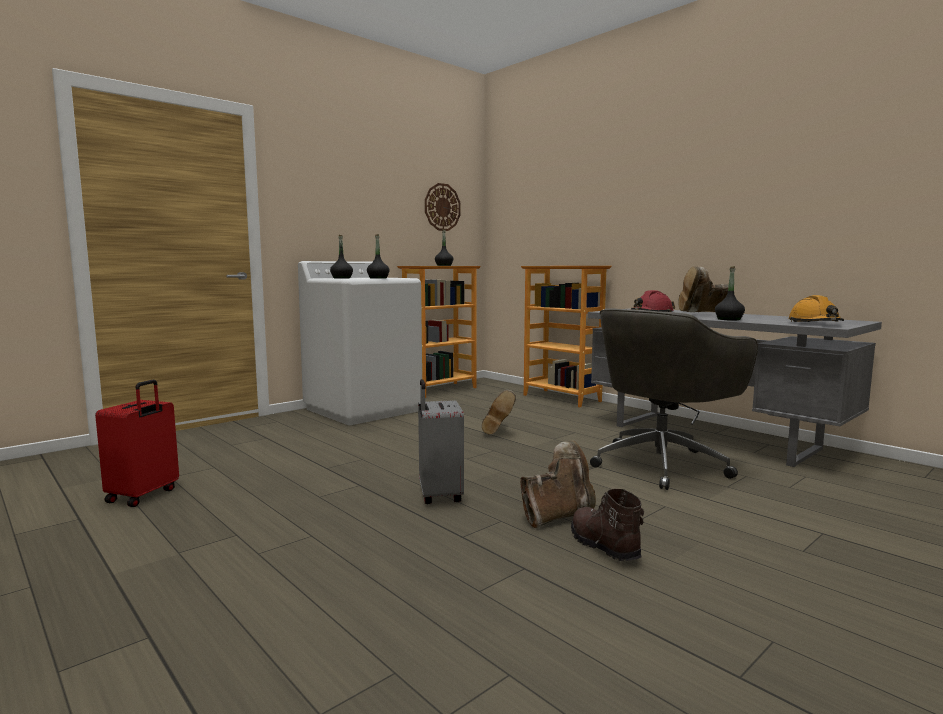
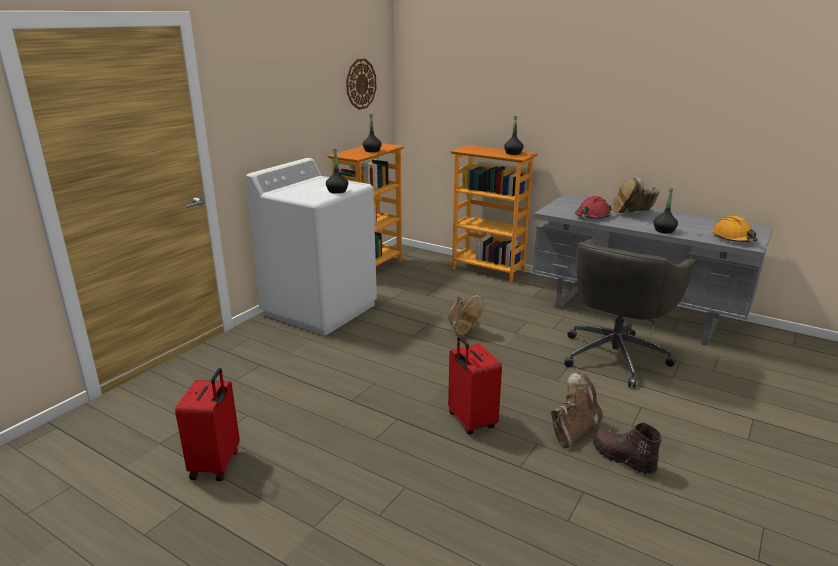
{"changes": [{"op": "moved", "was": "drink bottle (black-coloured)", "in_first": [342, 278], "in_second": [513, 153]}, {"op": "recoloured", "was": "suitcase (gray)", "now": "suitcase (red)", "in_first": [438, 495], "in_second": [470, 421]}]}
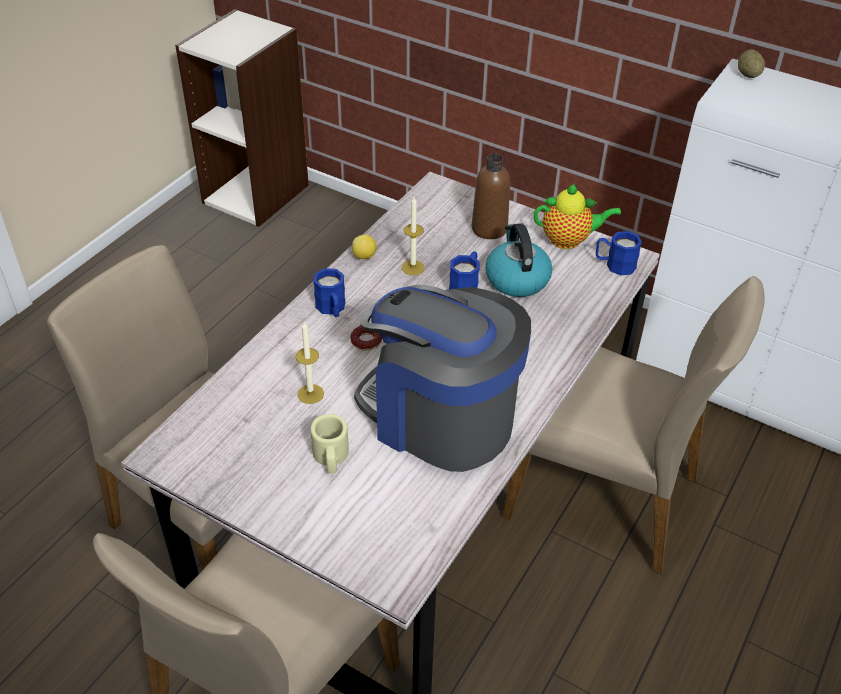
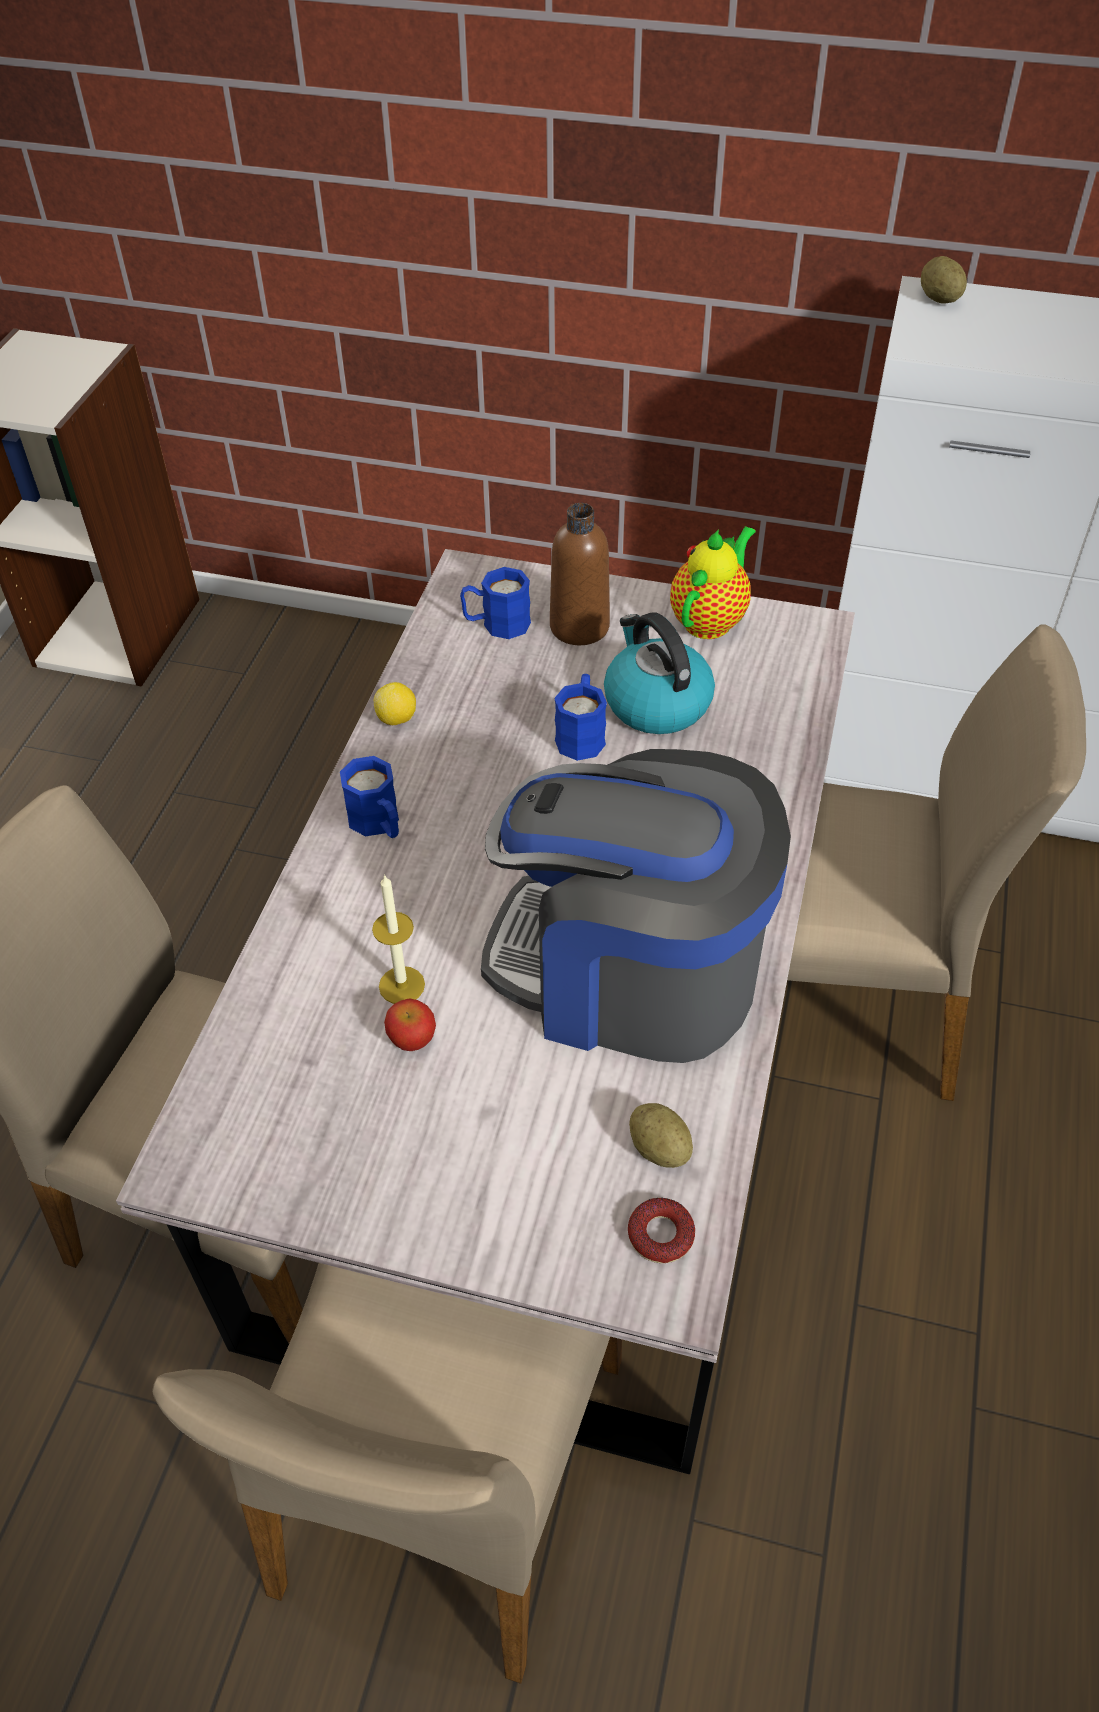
{"changes": [{"op": "turned", "was": "teapot", "in_first": [569, 240], "in_second": [710, 620], "clockwise": -45}, {"op": "removed", "was": "wax light", "in_first": [413, 267]}, {"op": "moved", "was": "mug (blue)", "in_first": [614, 265], "in_second": [496, 624]}, {"op": "moved", "was": "donut", "in_first": [366, 341], "in_second": [660, 1235]}, {"op": "removed", "was": "mug (sand-coloured)", "in_first": [331, 457]}, {"op": "added", "now": "whole apple", "in_second": [412, 1039]}, {"op": "added", "now": "spud", "in_second": [659, 1148]}]}
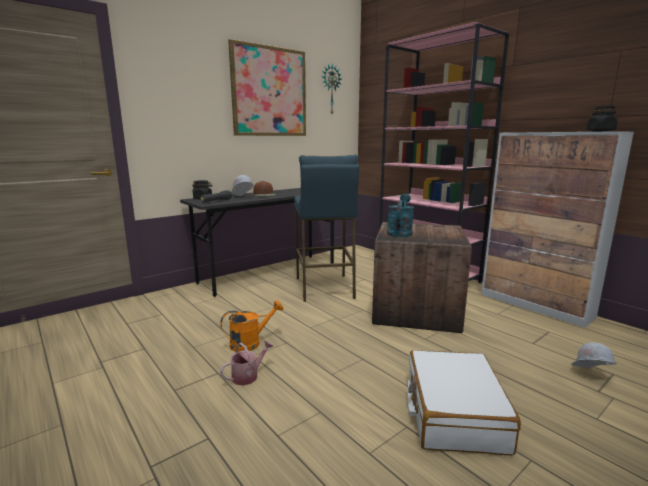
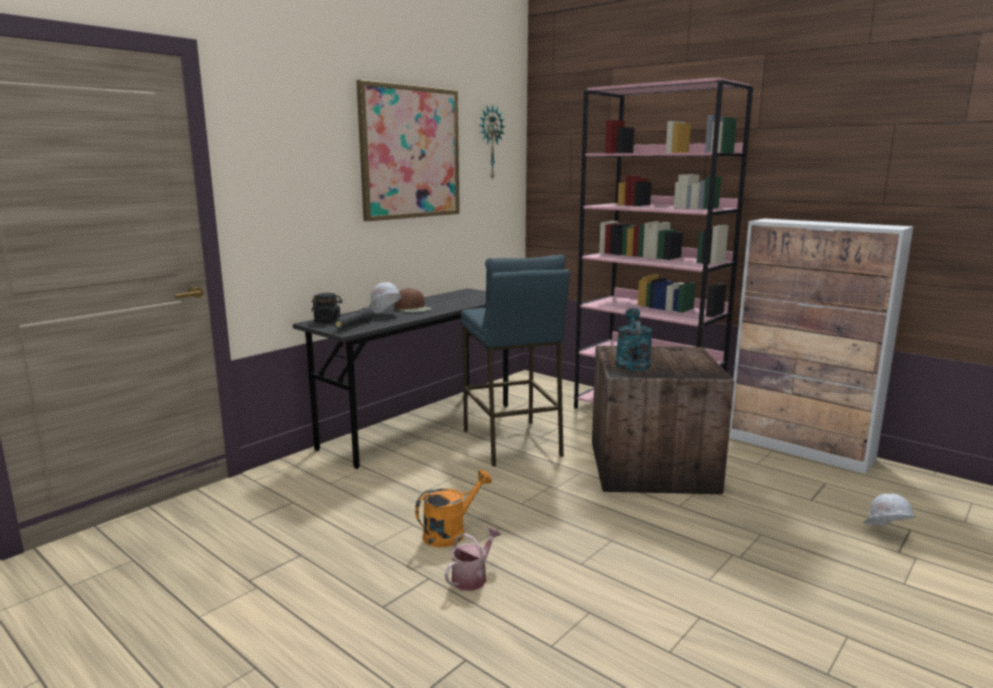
{"changes": [{"op": "removed", "was": "storage jar (black-coloured)", "in_first": [600, 131]}, {"op": "removed", "was": "suitcase (whitish)", "in_first": [453, 413]}]}
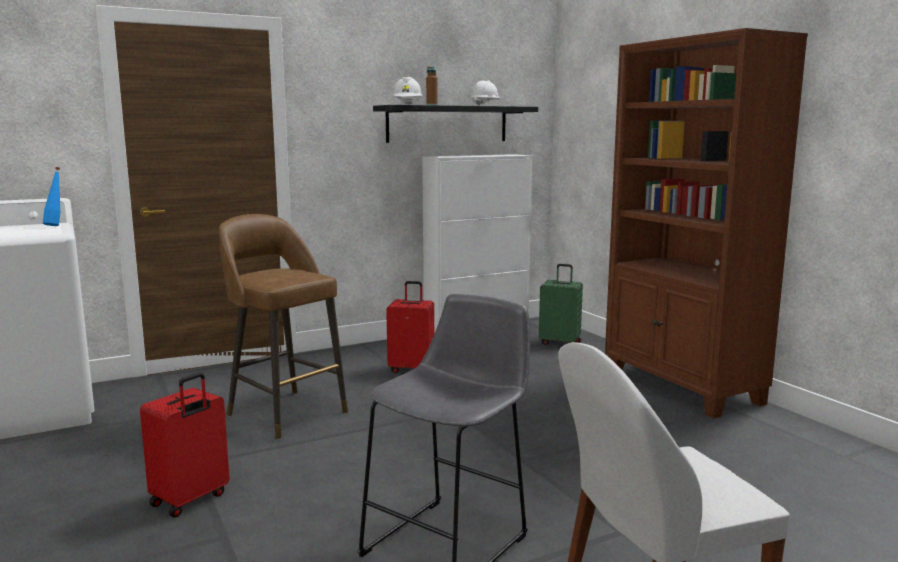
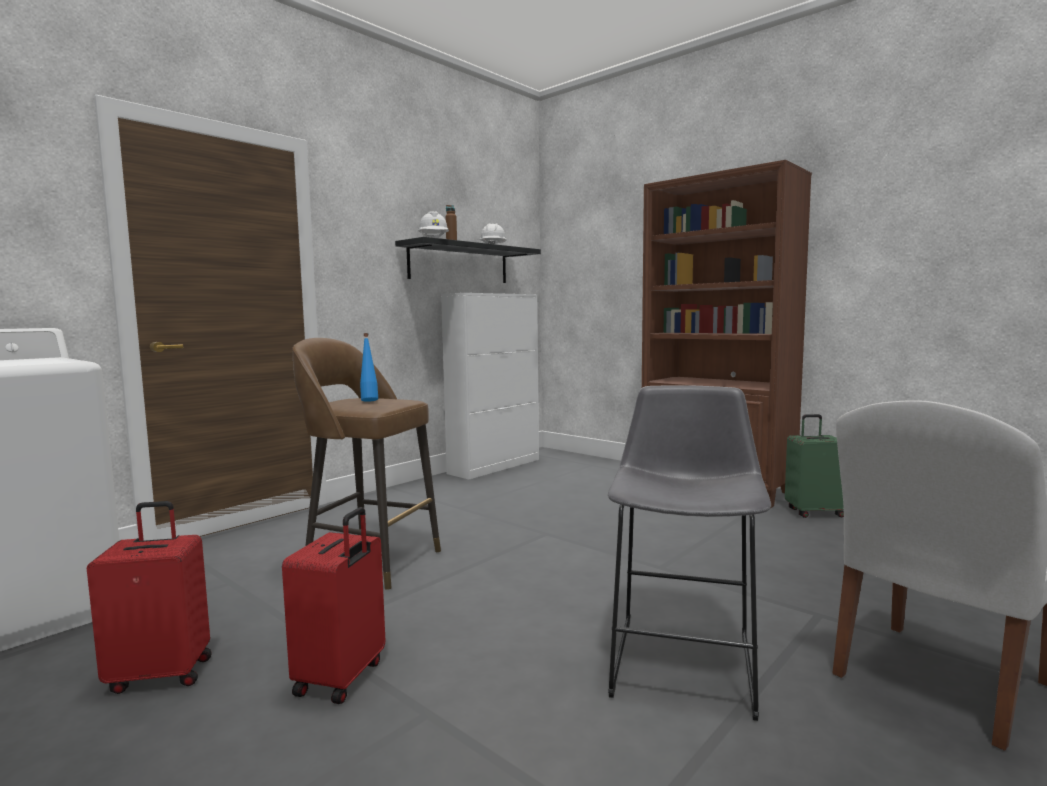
{"changes": [{"op": "moved", "was": "drink bottle (blue)", "in_first": [56, 225], "in_second": [369, 401]}, {"op": "moved", "was": "suitcase (green-coloured)", "in_first": [560, 342], "in_second": [813, 512]}, {"op": "moved", "was": "suitcase (red)", "in_first": [412, 369], "in_second": [162, 674]}]}
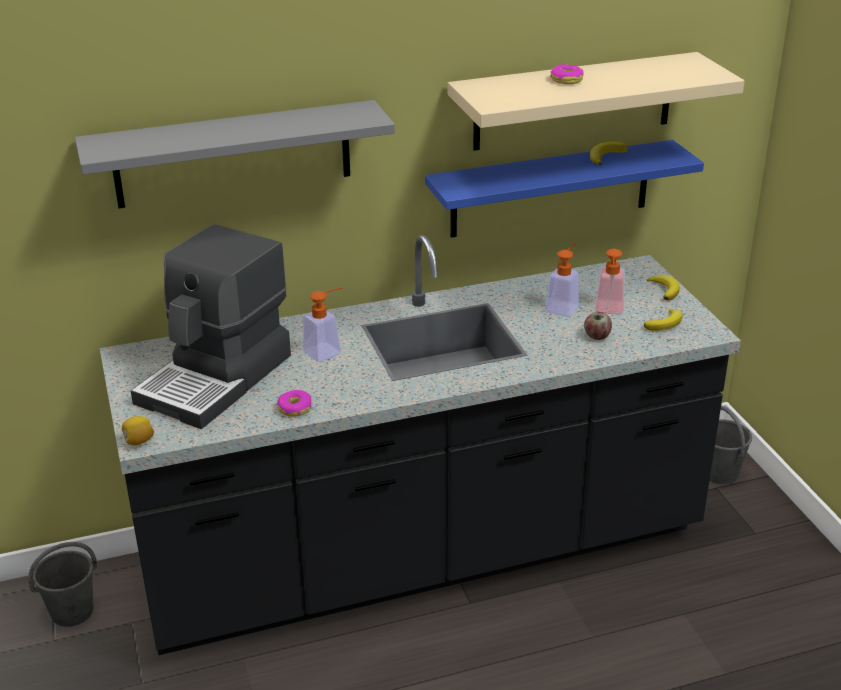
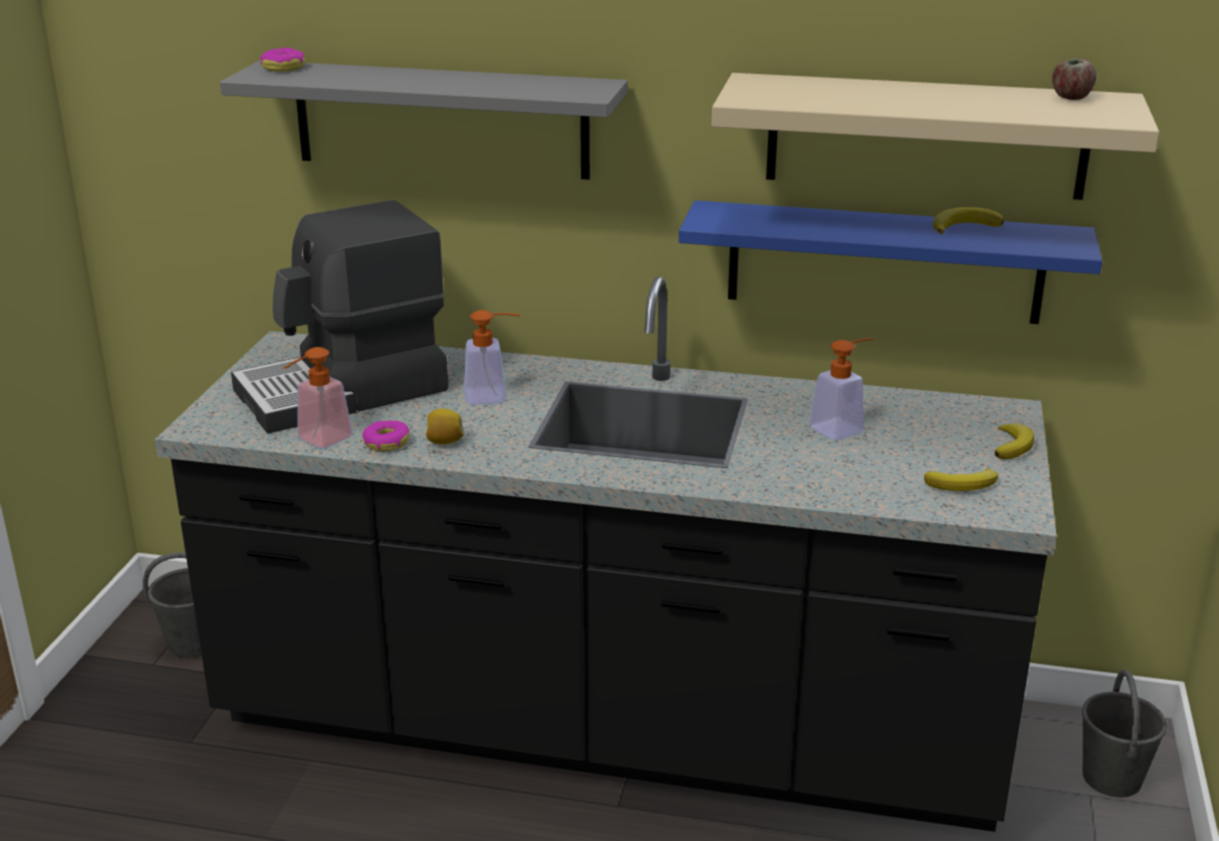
{"changes": [{"op": "moved", "was": "donut", "in_first": [566, 80], "in_second": [283, 67]}, {"op": "moved", "was": "soap dispenser", "in_first": [609, 311], "in_second": [318, 441]}, {"op": "moved", "was": "whole apple", "in_first": [597, 336], "in_second": [1070, 98]}, {"op": "moved", "was": "citrus fruit", "in_first": [139, 441], "in_second": [444, 442]}]}
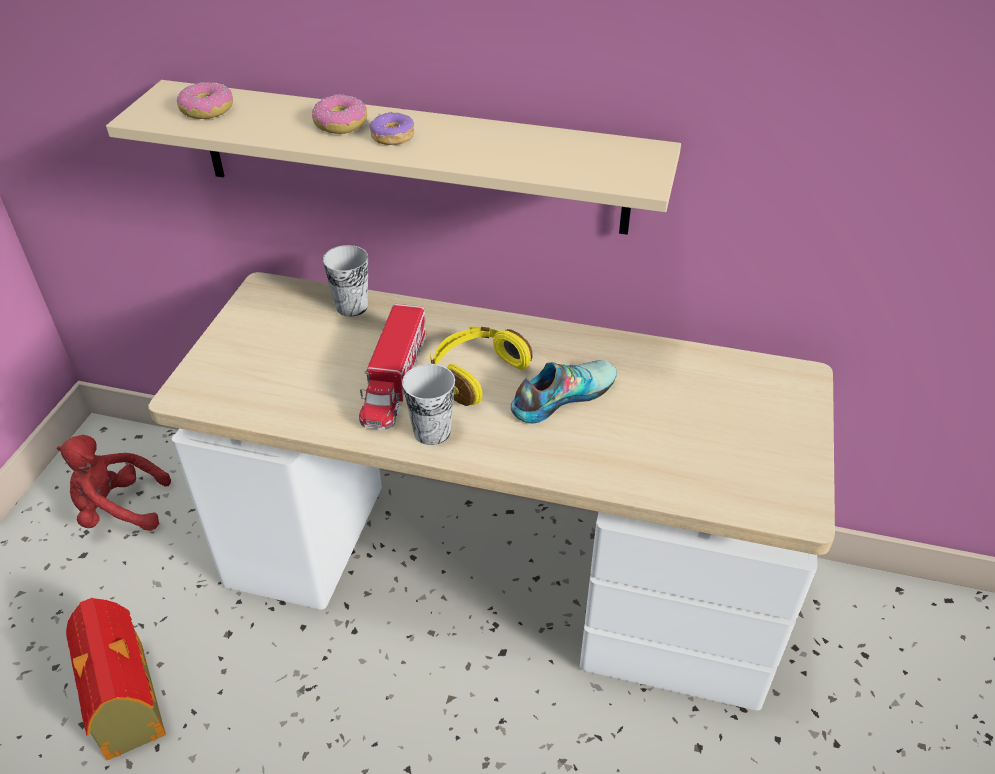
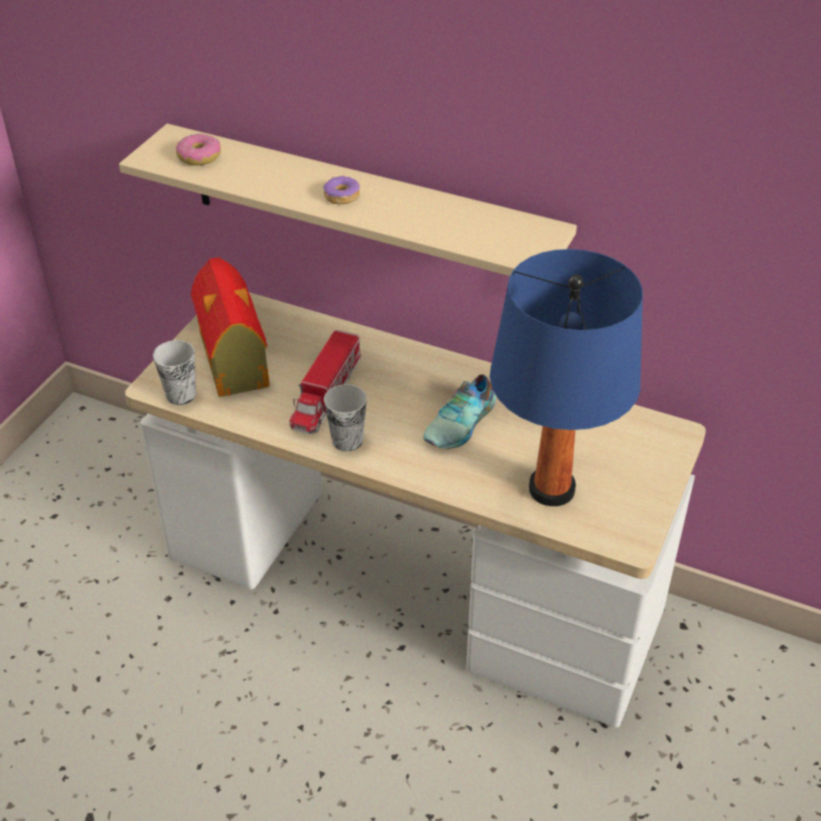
{"changes": [{"op": "removed", "was": "donut", "in_first": [340, 124]}, {"op": "moved", "was": "small cup", "in_first": [352, 306], "in_second": [181, 395]}, {"op": "removed", "was": "pair of headphones (yellowish)", "in_first": [476, 373]}, {"op": "turned", "was": "low shoe", "in_first": [561, 395], "in_second": [462, 424], "clockwise": 150}, {"op": "removed", "was": "cuddly toy (red)", "in_first": [119, 509]}, {"op": "moved", "was": "toy house", "in_first": [125, 702], "in_second": [234, 361]}, {"op": "added", "now": "lamp for a table (blue)", "in_second": [552, 489]}]}
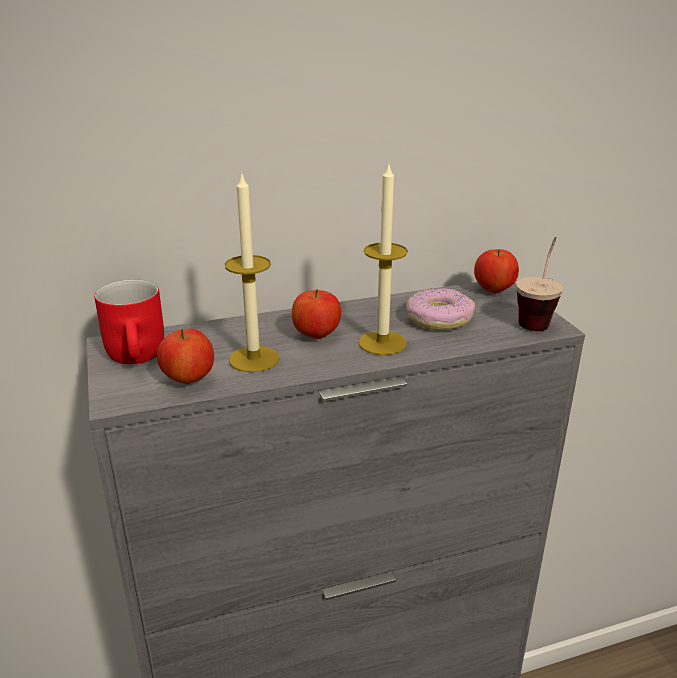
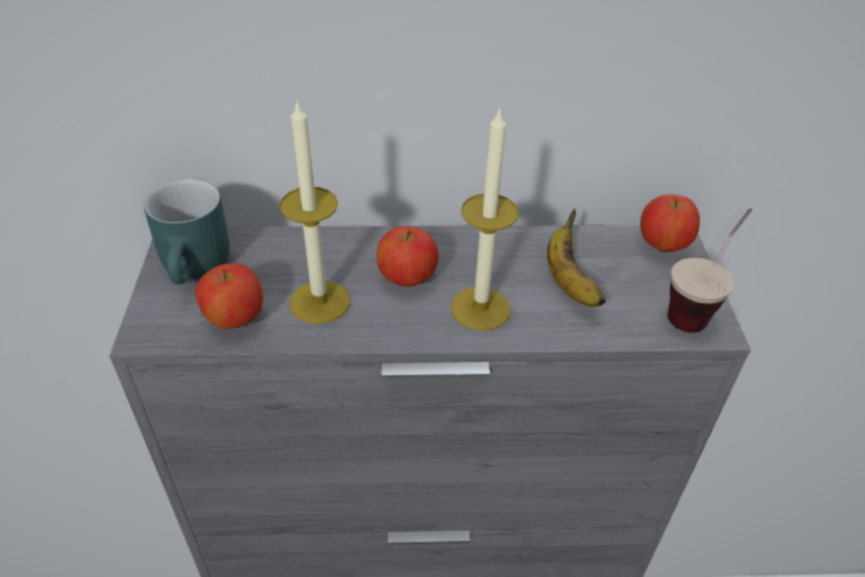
{"changes": [{"op": "recoloured", "was": "mug (red)", "now": "mug (turquoise)", "in_first": [141, 356], "in_second": [200, 269]}, {"op": "replaced", "was": "donut", "now": "banana", "in_first": [438, 318], "in_second": [568, 281]}]}
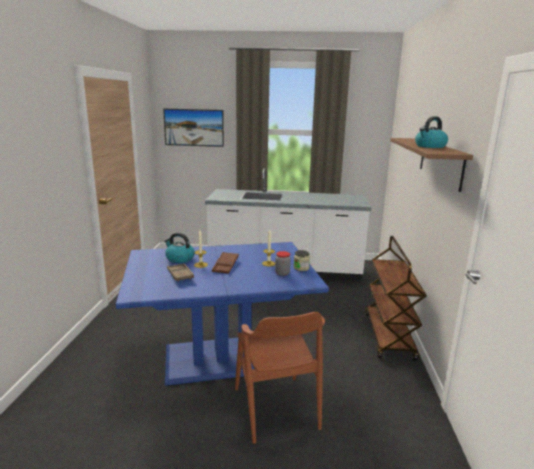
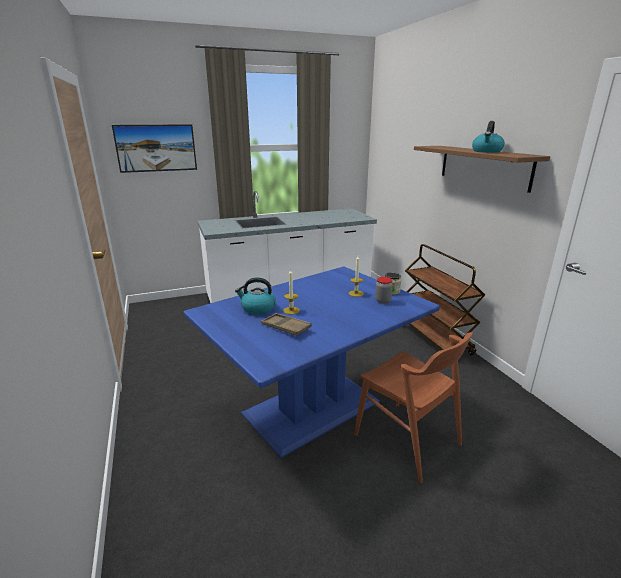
{"changes": [{"op": "removed", "was": "tray (brownish)", "in_first": [225, 265]}]}
